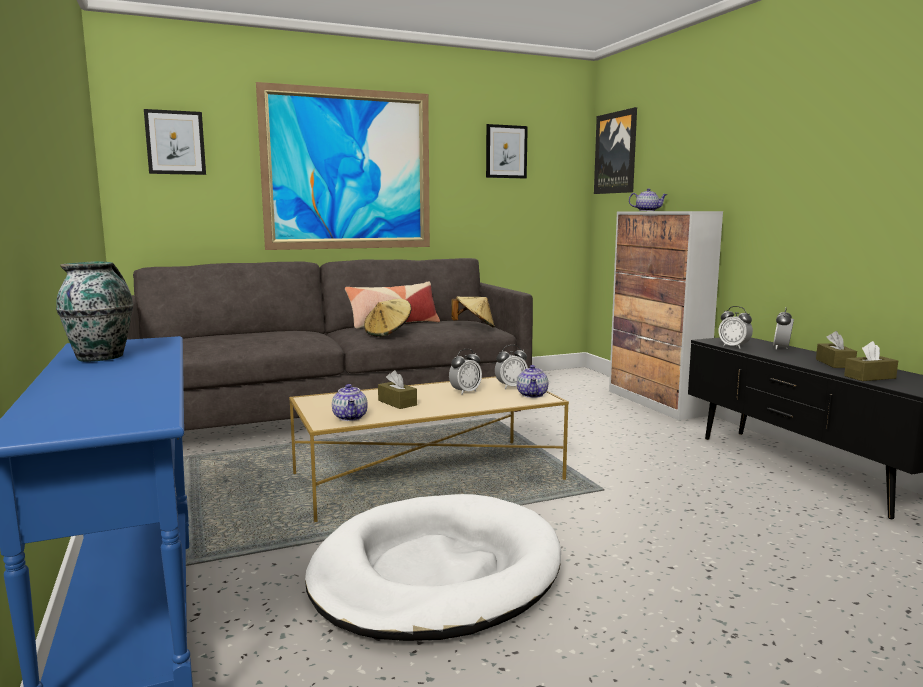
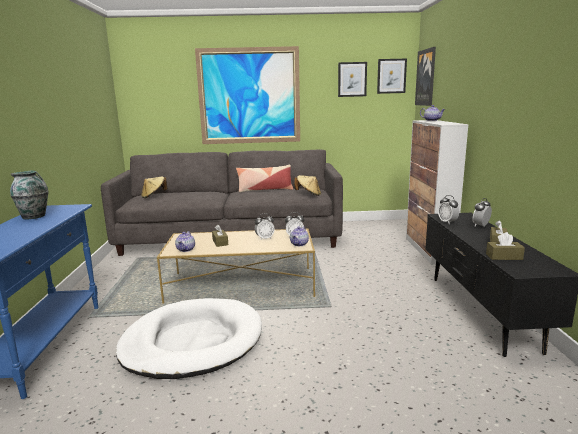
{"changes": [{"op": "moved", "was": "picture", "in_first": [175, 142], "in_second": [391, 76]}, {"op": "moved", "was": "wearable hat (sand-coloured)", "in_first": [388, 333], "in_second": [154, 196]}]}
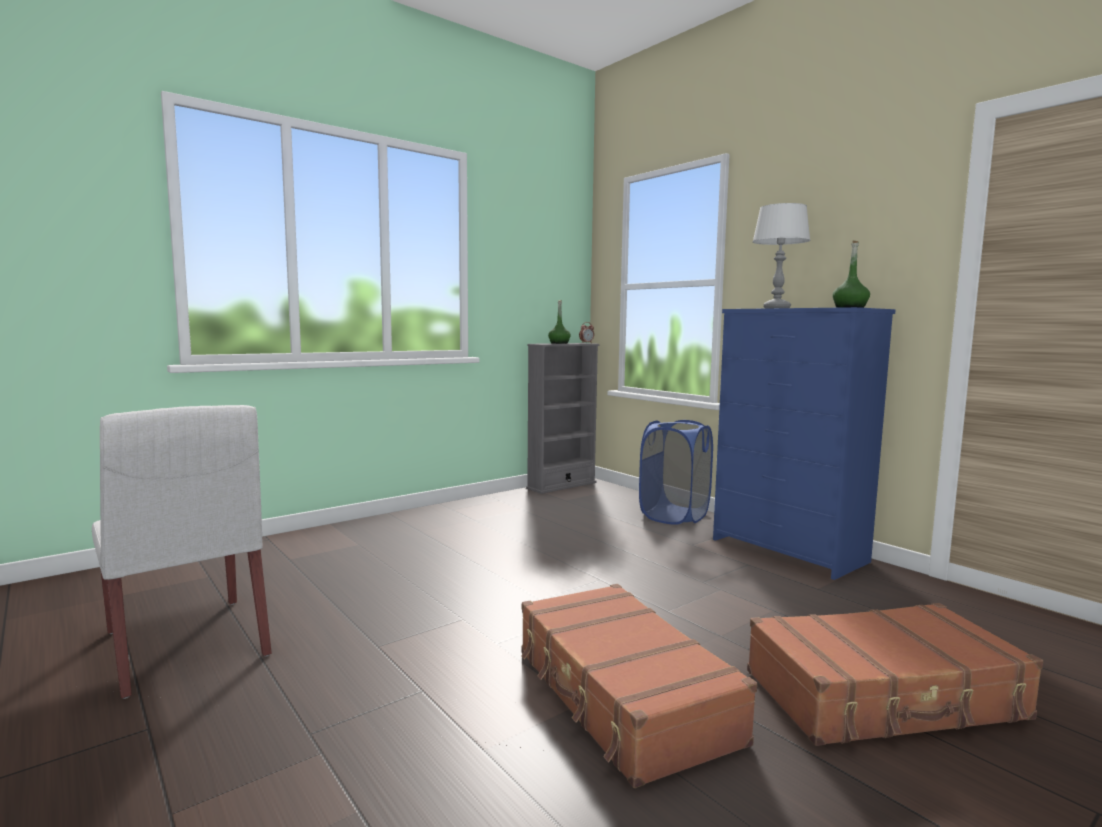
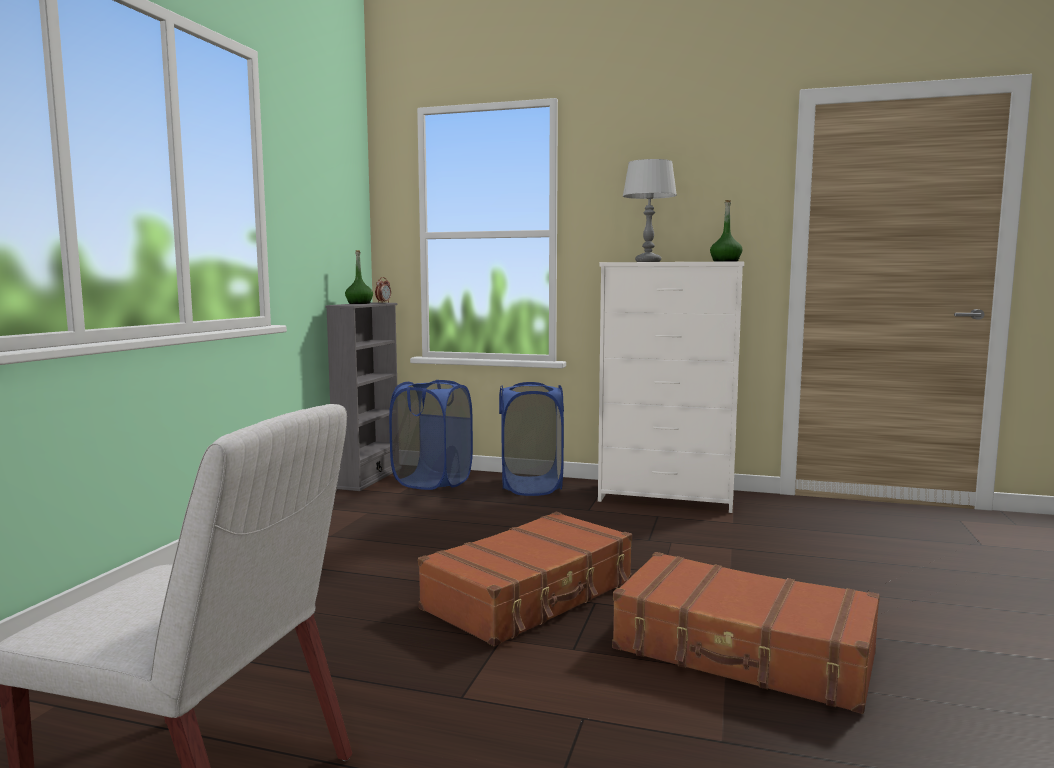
{"changes": [{"op": "recoloured", "was": "dresser (blue)", "now": "dresser (whitish)", "in_first": [789, 551], "in_second": [668, 497]}, {"op": "moved", "was": "suitcase (brownish)", "in_first": [884, 696], "in_second": [531, 595]}, {"op": "added", "now": "washing basket (blue)", "in_second": [432, 481]}]}
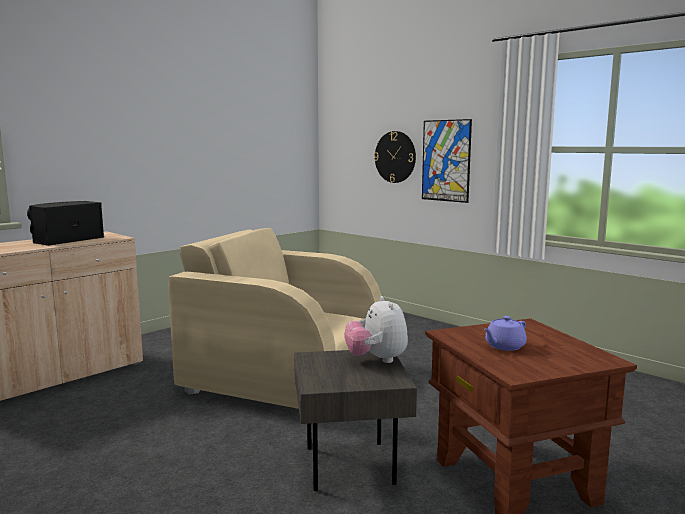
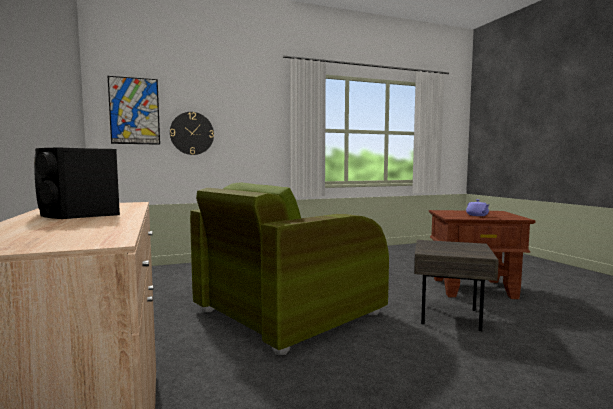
{"changes": [{"op": "moved", "was": "picture", "in_first": [446, 160], "in_second": [134, 111]}, {"op": "recoloured", "was": "easy chair (sand-coloured)", "now": "easy chair (green-coloured)", "in_first": [284, 376], "in_second": [287, 312]}, {"op": "removed", "was": "cuddly toy", "in_first": [377, 359]}]}
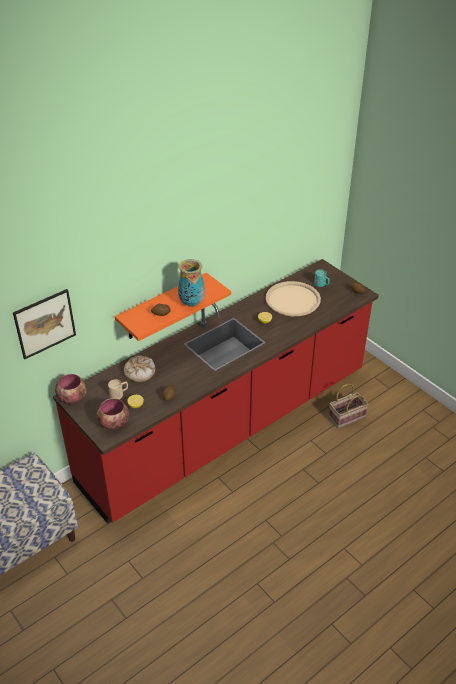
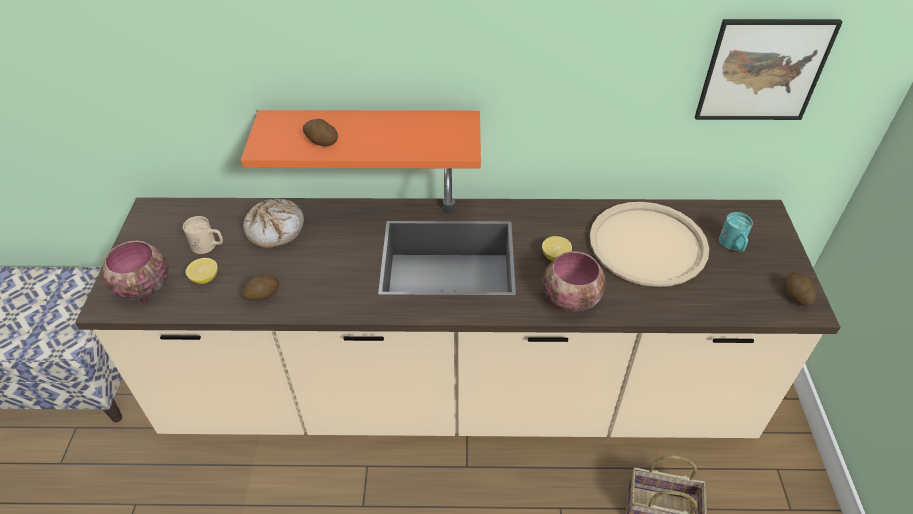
{"changes": [{"op": "recoloured", "was": "counter (red)", "now": "counter (sand-coloured)", "in_first": [228, 427], "in_second": [457, 395]}, {"op": "removed", "was": "vase", "in_first": [191, 303]}, {"op": "moved", "was": "picture", "in_first": [45, 323], "in_second": [763, 70]}, {"op": "moved", "was": "bowl", "in_first": [73, 398], "in_second": [572, 299]}]}
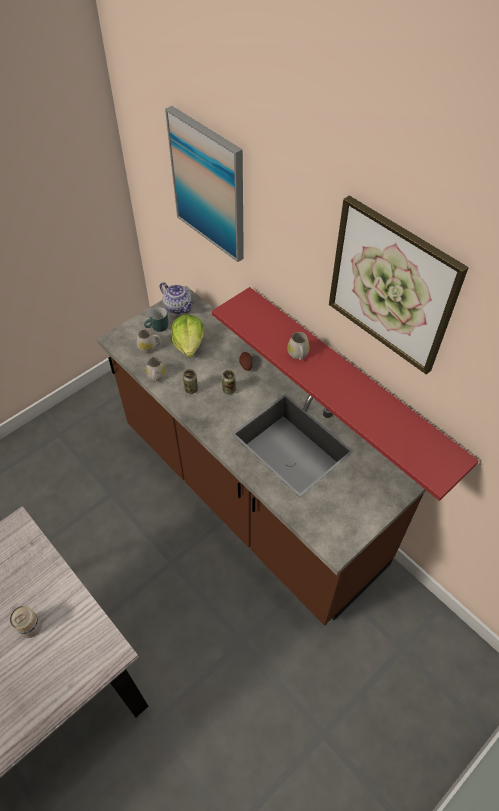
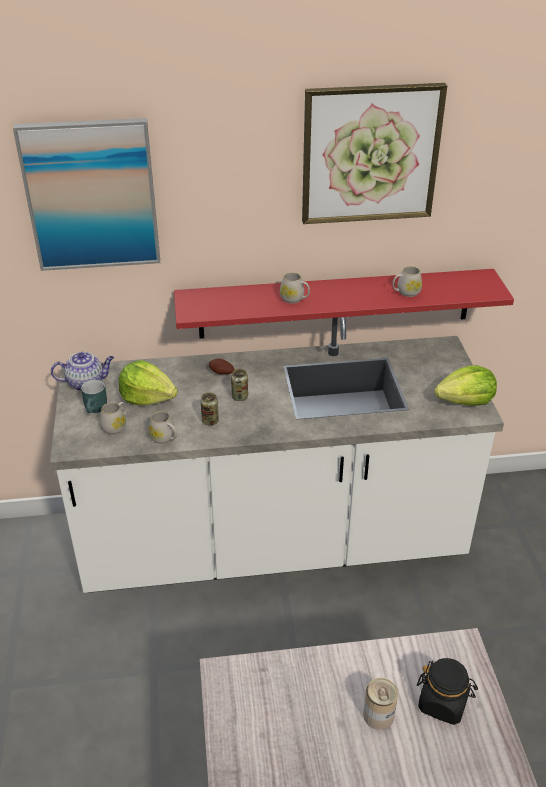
{"changes": [{"op": "recoloured", "was": "counter (brownish)", "now": "counter (whitish)", "in_first": [249, 496], "in_second": [273, 545]}, {"op": "added", "now": "mug (whitish)", "in_second": [405, 292]}, {"op": "added", "now": "lettuce head", "in_second": [465, 401]}, {"op": "added", "now": "storage jar (black-coloured)", "in_second": [443, 703]}]}
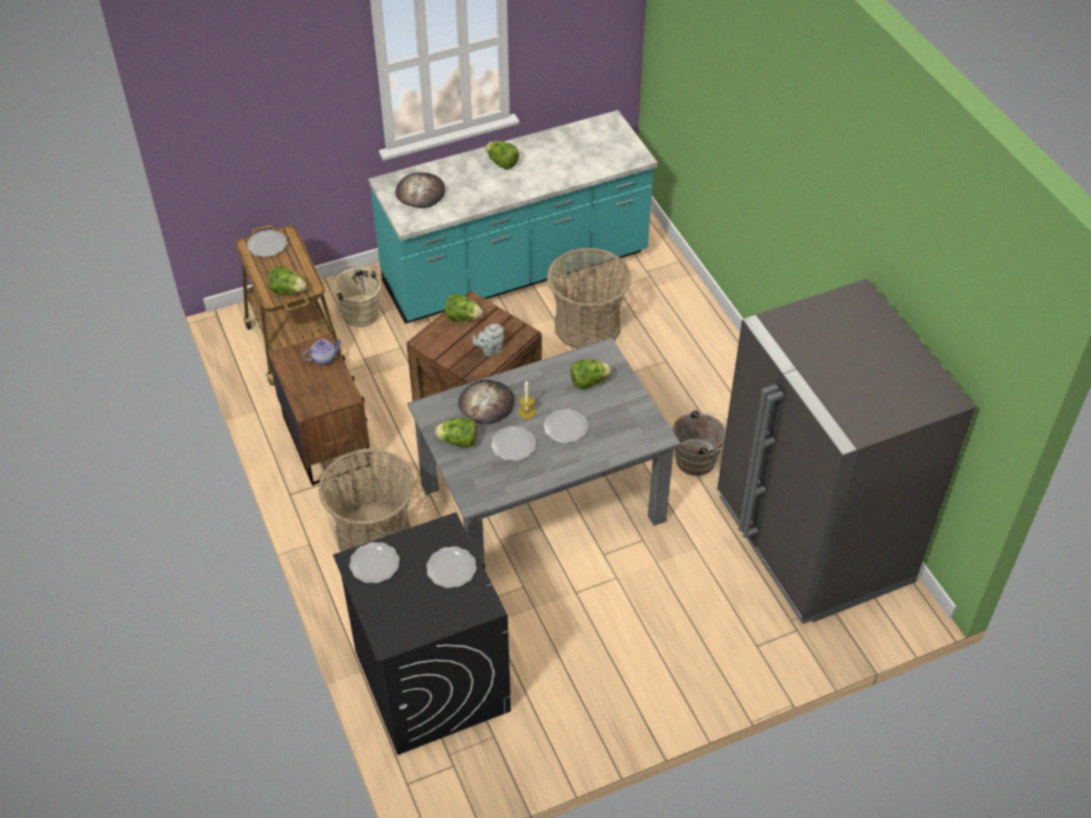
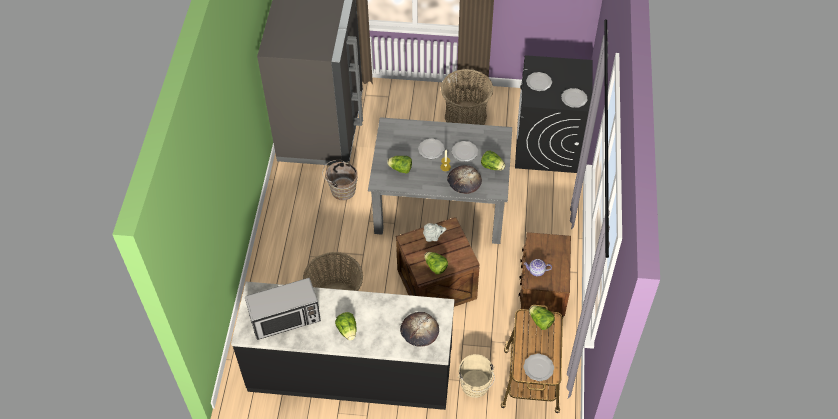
{"changes": [{"op": "recoloured", "was": "counter (turquoise)", "now": "counter (black-coloured)", "in_first": [515, 271], "in_second": [350, 371]}, {"op": "moved", "was": "storage basket", "in_first": [373, 533], "in_second": [465, 117]}, {"op": "added", "now": "microwave oven", "in_second": [285, 318]}]}
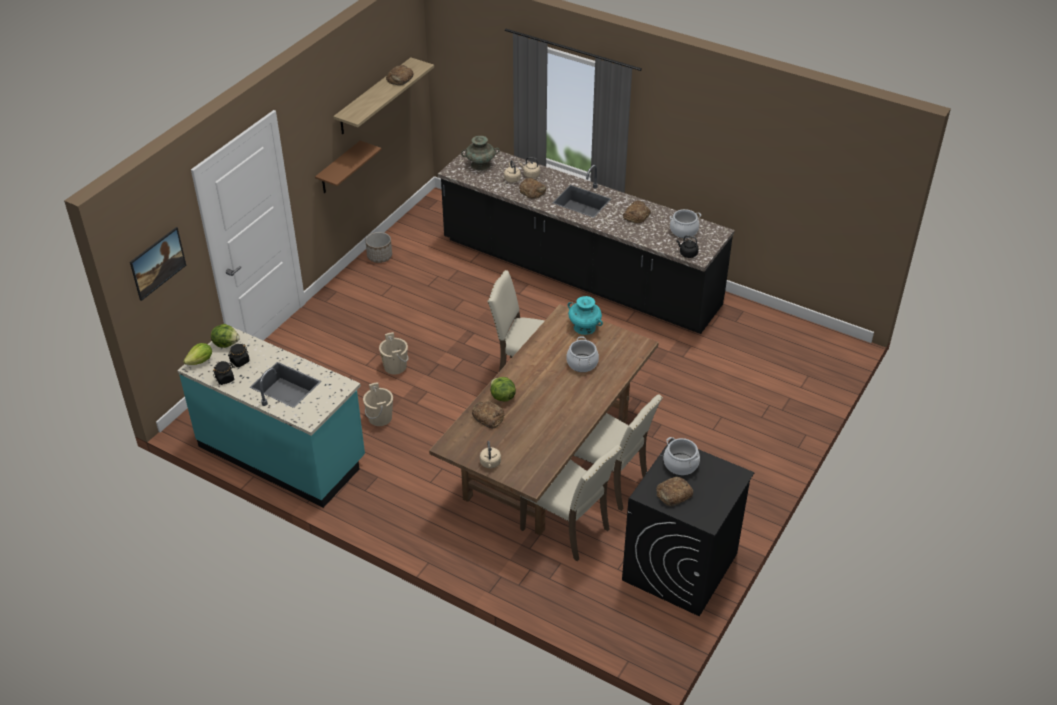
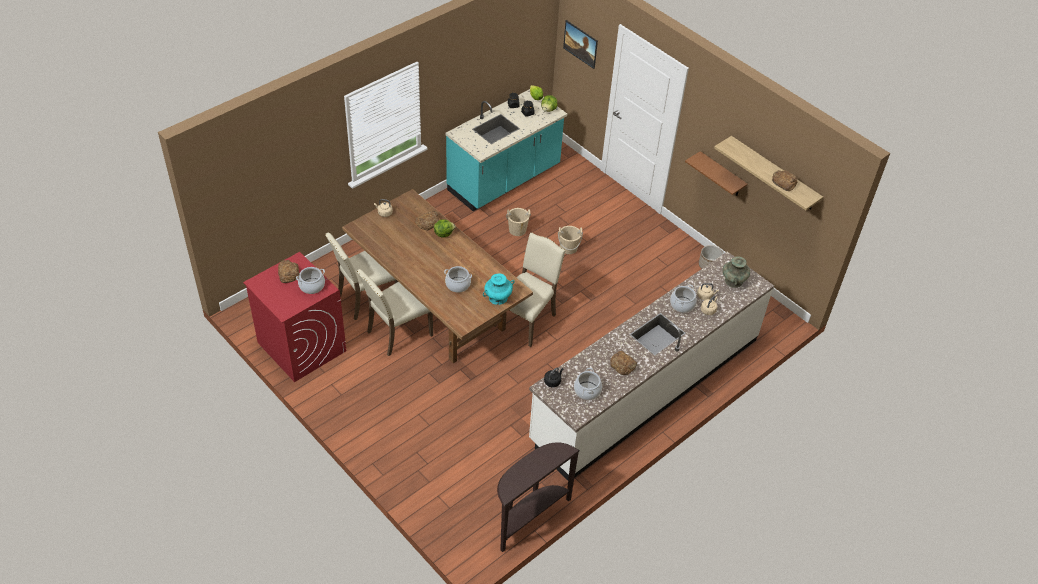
{"changes": [{"op": "recoloured", "was": "counter (black-coloured)", "now": "counter (whitish)", "in_first": [579, 274], "in_second": [646, 388]}, {"op": "replaced", "was": "baked bread", "now": "cooking pot", "in_first": [532, 191], "in_second": [682, 305]}, {"op": "recoloured", "was": "washing machine (black-coloured)", "now": "washing machine (red)", "in_first": [680, 567], "in_second": [301, 346]}, {"op": "added", "now": "console table (brownish)", "in_second": [529, 517]}]}
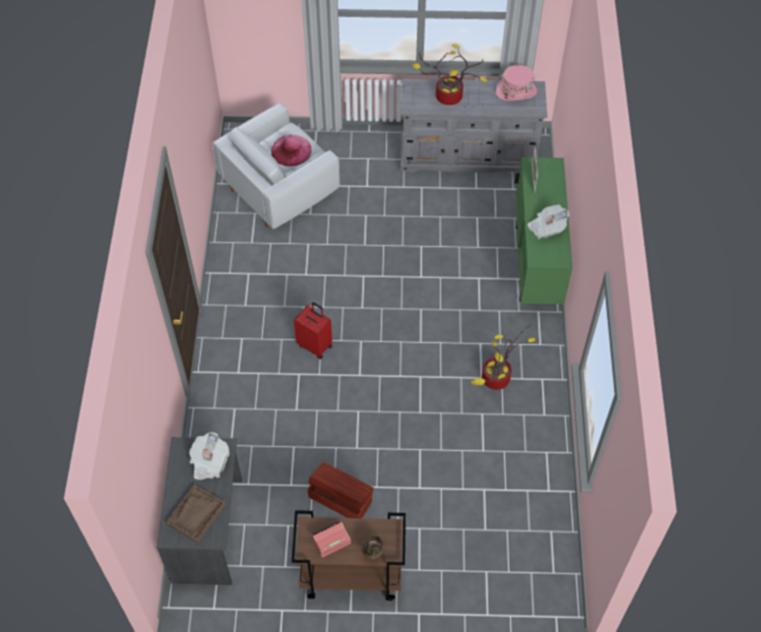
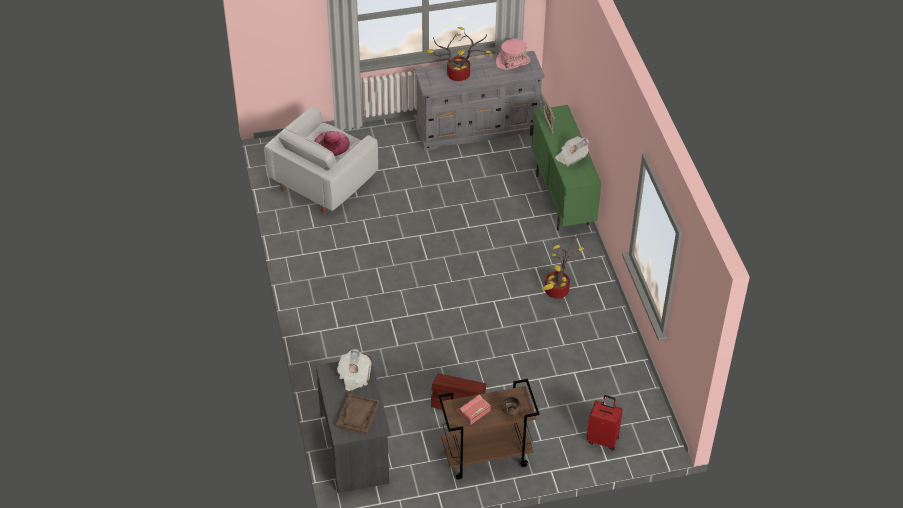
{"changes": [{"op": "moved", "was": "suitcase (red)", "in_first": [315, 345], "in_second": [603, 439]}]}
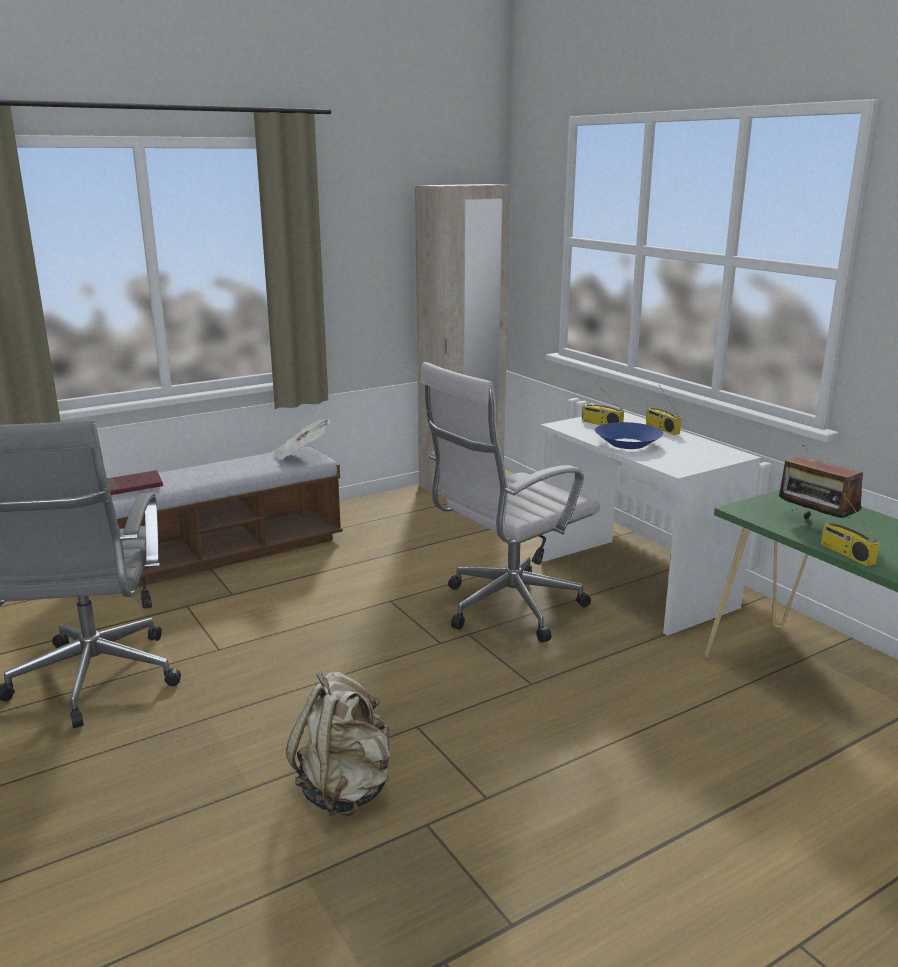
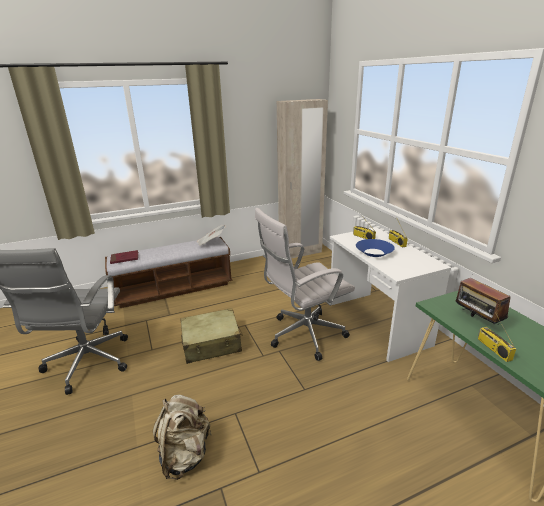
{"changes": [{"op": "added", "now": "suitcase (sand-coloured)", "in_second": [212, 343]}]}
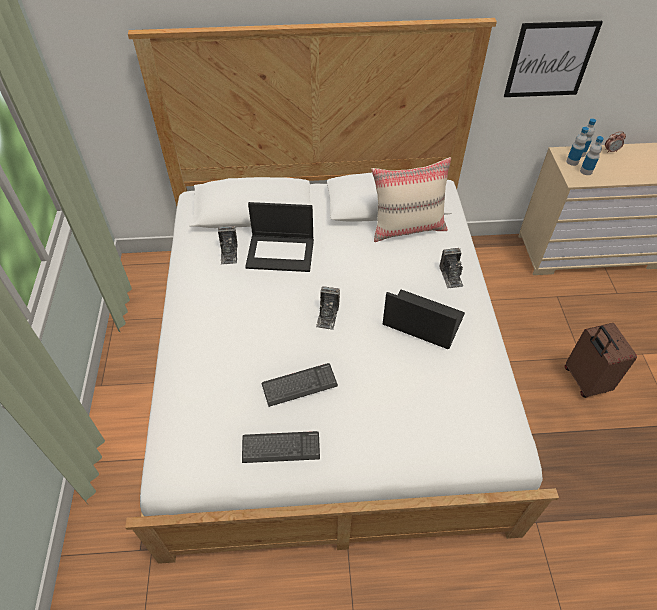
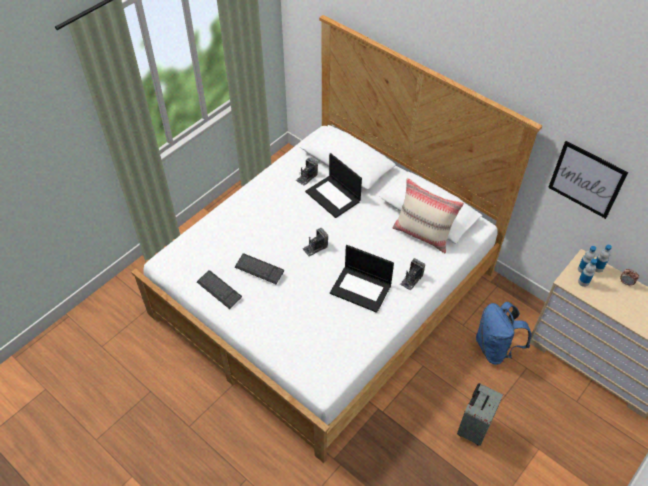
{"changes": [{"op": "turned", "was": "notebook computer", "in_first": [422, 320], "in_second": [361, 289], "clockwise": 135}, {"op": "recoloured", "was": "suitcase (brownish)", "now": "suitcase (gray)", "in_first": [584, 380], "in_second": [473, 427]}, {"op": "added", "now": "knapsack (blue)", "in_second": [495, 348]}]}
